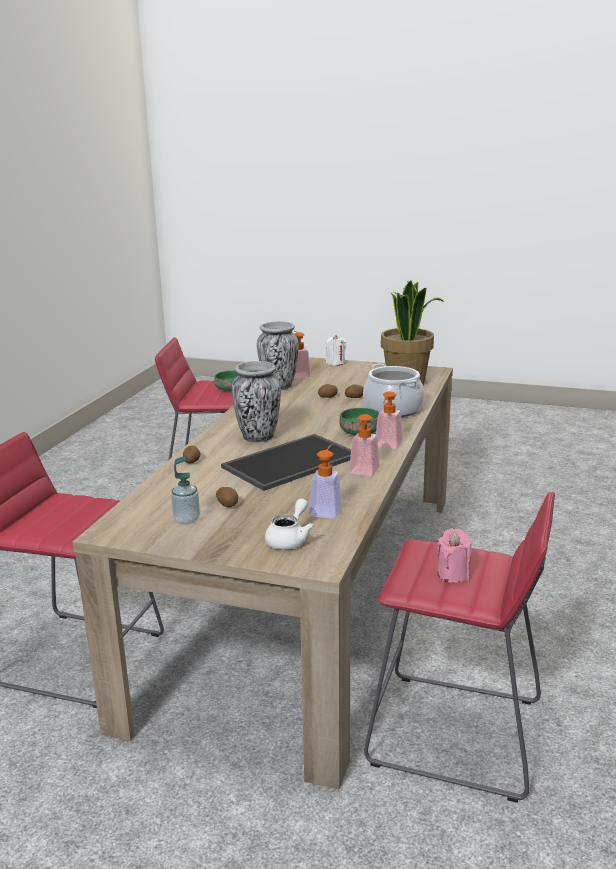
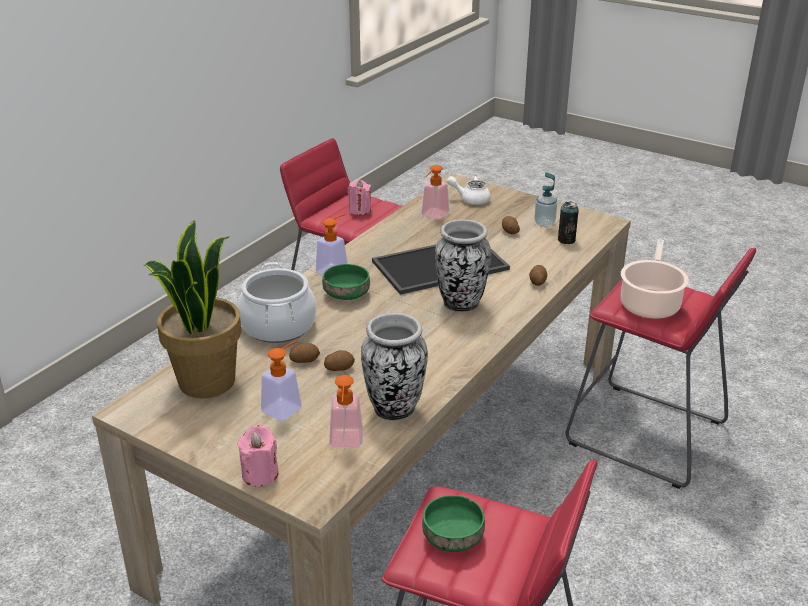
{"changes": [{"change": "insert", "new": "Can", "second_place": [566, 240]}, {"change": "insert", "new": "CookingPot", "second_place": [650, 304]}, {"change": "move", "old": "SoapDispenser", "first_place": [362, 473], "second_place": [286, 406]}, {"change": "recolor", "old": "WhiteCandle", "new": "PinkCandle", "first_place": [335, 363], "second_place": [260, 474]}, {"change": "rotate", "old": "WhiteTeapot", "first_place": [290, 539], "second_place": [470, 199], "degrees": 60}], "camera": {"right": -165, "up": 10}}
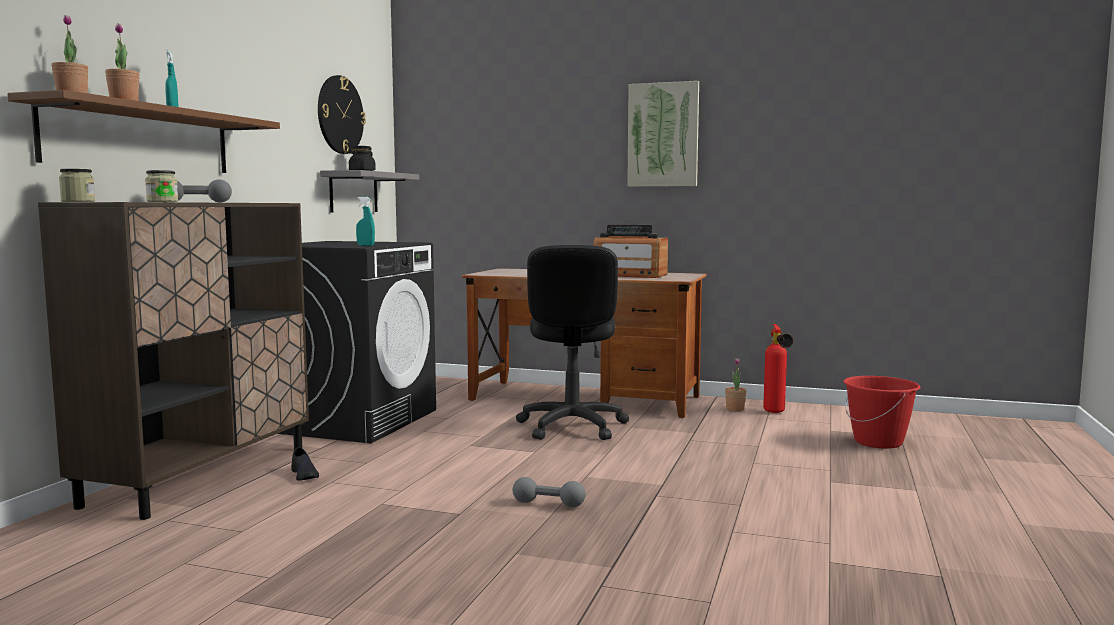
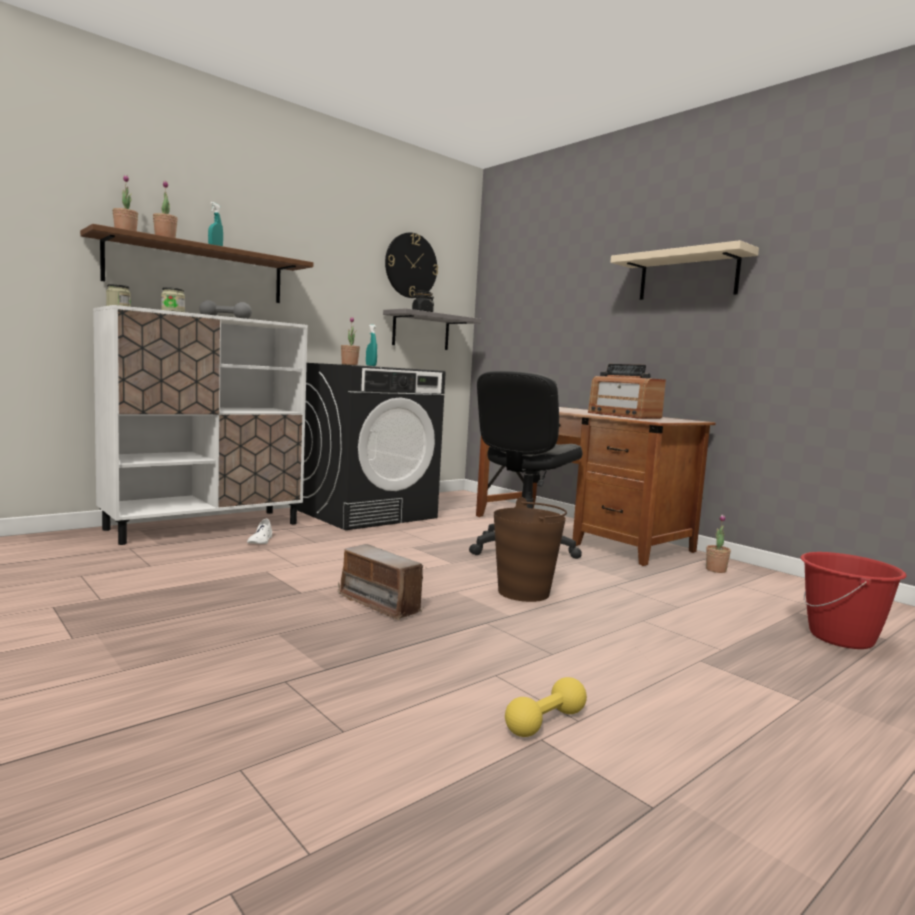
{"changes": [{"change": "delete", "old": "FireExtinguisher", "first_place": [776, 413]}, {"change": "insert", "new": "PottedPlant", "second_place": [349, 364]}, {"change": "insert", "new": "BrownBucket", "second_place": [524, 592]}, {"change": "insert", "new": "YellowDumbbell", "second_place": [545, 722]}, {"change": "replace", "old": "GreyDumbbell", "new": "Radio", "first_place": [548, 504], "second_place": [380, 604]}, {"change": "replace", "old": "Picture", "new": "BeigeShelf", "first_place": [663, 135], "second_place": [688, 276]}, {"change": "recolor", "old": "BrownCabinet", "new": "WhiteCabinet", "first_place": [201, 474], "second_place": [205, 526]}, {"change": "recolor", "old": "BlackShoe", "new": "WhiteShoe", "first_place": [304, 475], "second_place": [260, 540]}], "camera": {"right": 30, "up": 0}}
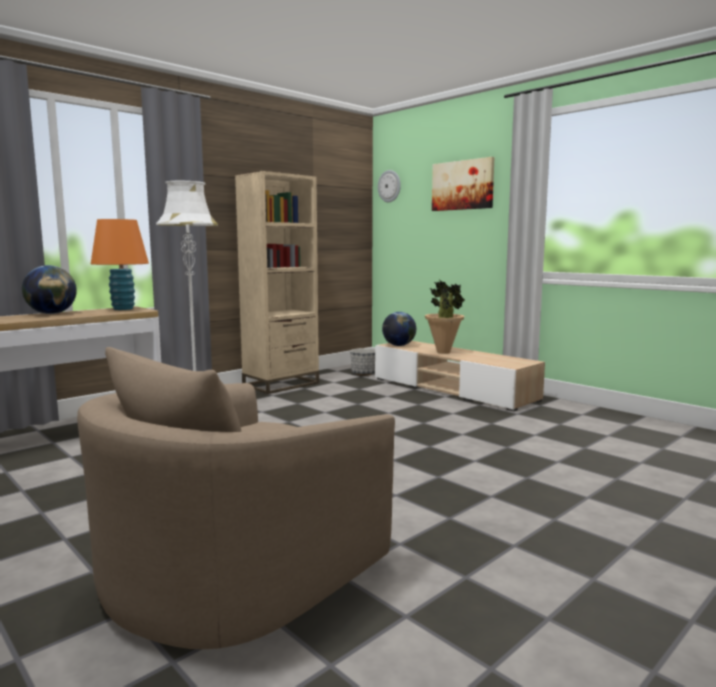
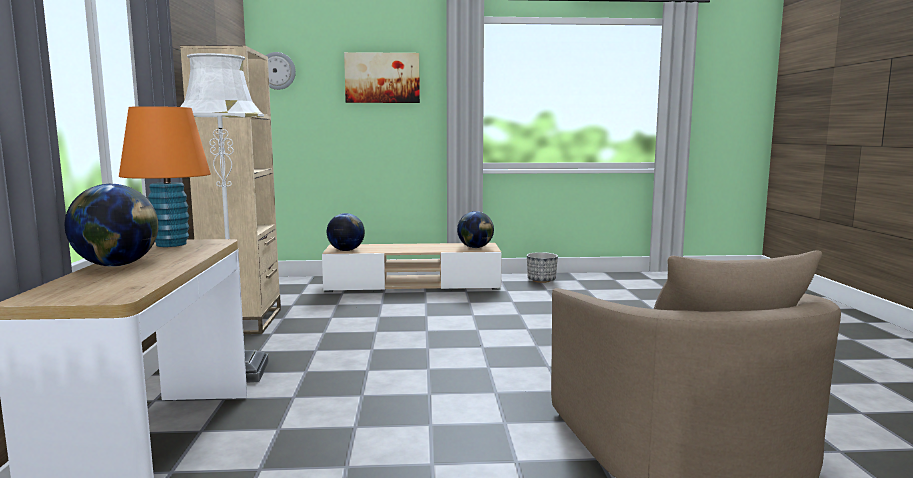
{"changes": [{"change": "delete", "old": "PottedPlant", "first_place": [443, 352]}, {"change": "insert", "new": "Globe", "second_place": [475, 247]}, {"change": "move", "old": "Planter", "first_place": [364, 373], "second_place": [541, 280]}], "camera": {"right": -50, "up": 0}}
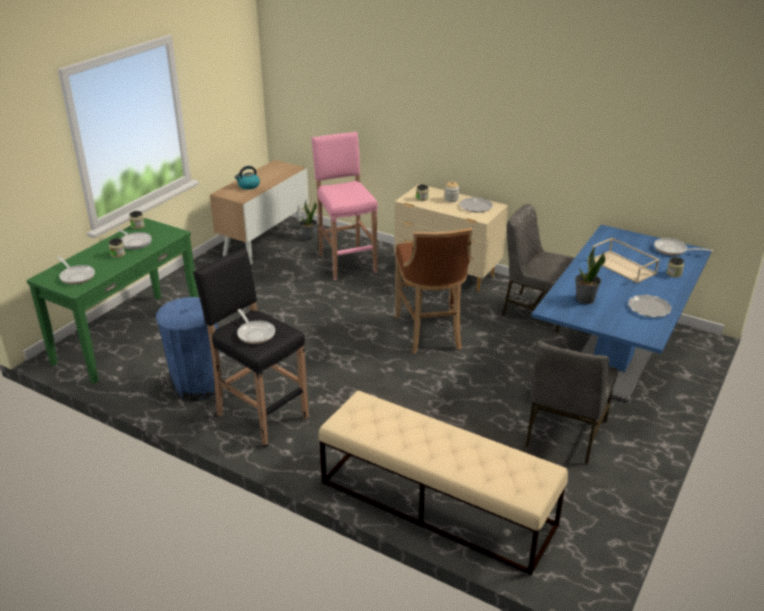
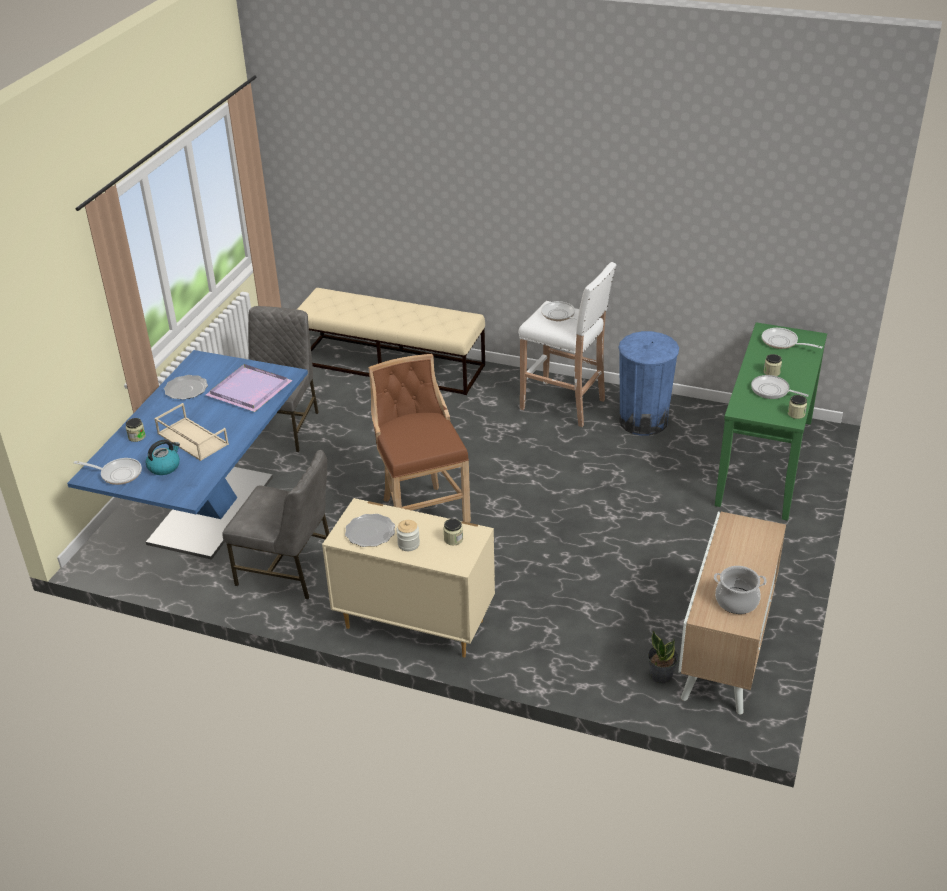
{"changes": [{"change": "delete", "old": "PinkStool", "first_place": [346, 262]}, {"change": "insert", "new": "CookingPot", "second_place": [737, 601]}, {"change": "move", "old": "Kettle", "first_place": [248, 186], "second_place": [164, 466]}, {"change": "replace", "old": "PottedPlant", "new": "PurpleTray", "first_place": [585, 299], "second_place": [249, 391]}, {"change": "recolor", "old": "BlackStool", "new": "WhiteStool", "first_place": [260, 415], "second_place": [564, 405]}], "camera": {"right": 170, "up": 5}}
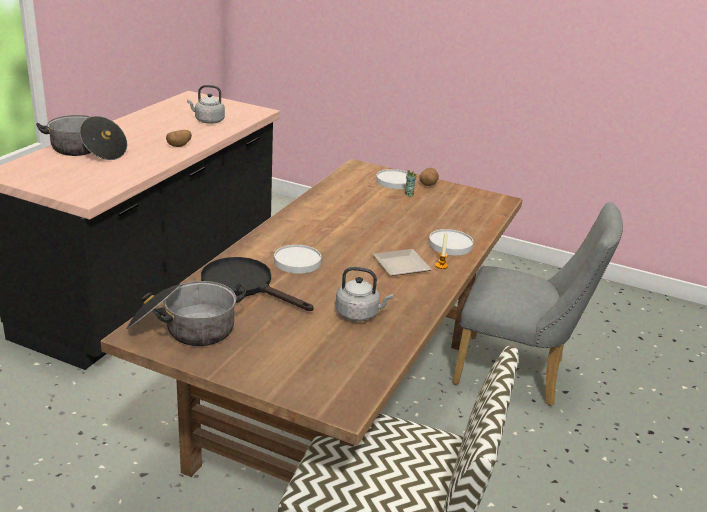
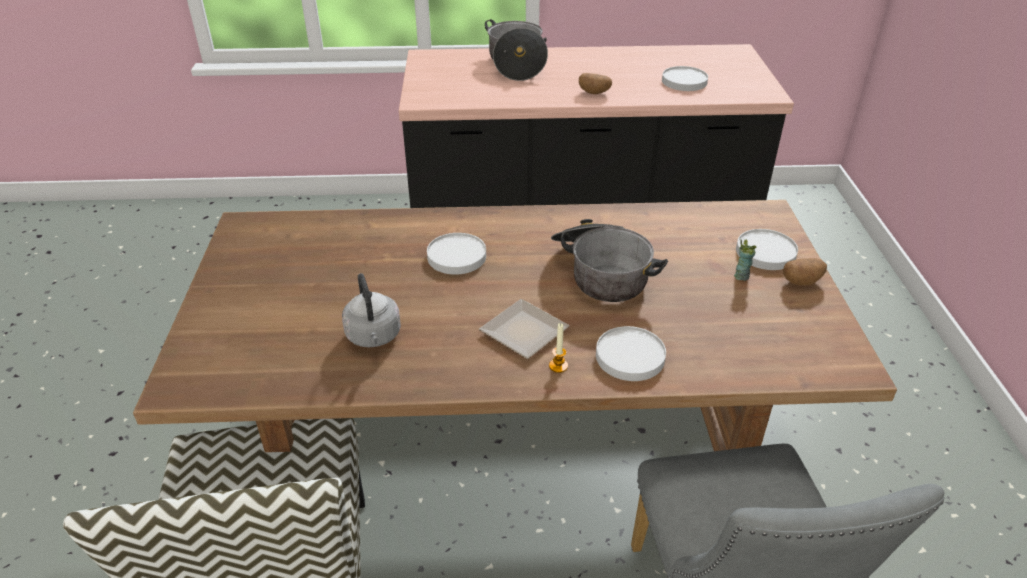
{"changes": [{"change": "delete", "old": "BlackFryingPan", "first_place": [245, 285]}, {"change": "move", "old": "CookingPot", "first_place": [184, 329], "second_place": [601, 273]}, {"change": "replace", "old": "GreyKettle", "new": "WhitePlate", "first_place": [208, 121], "second_place": [684, 81]}], "camera": {"right": 65, "up": 10}}
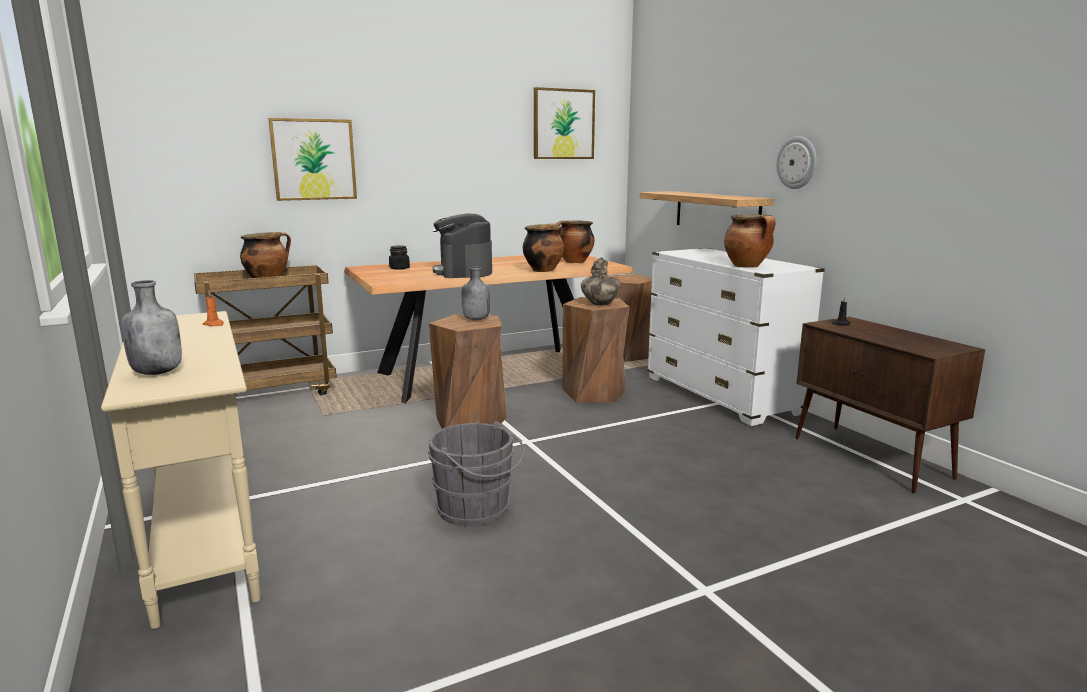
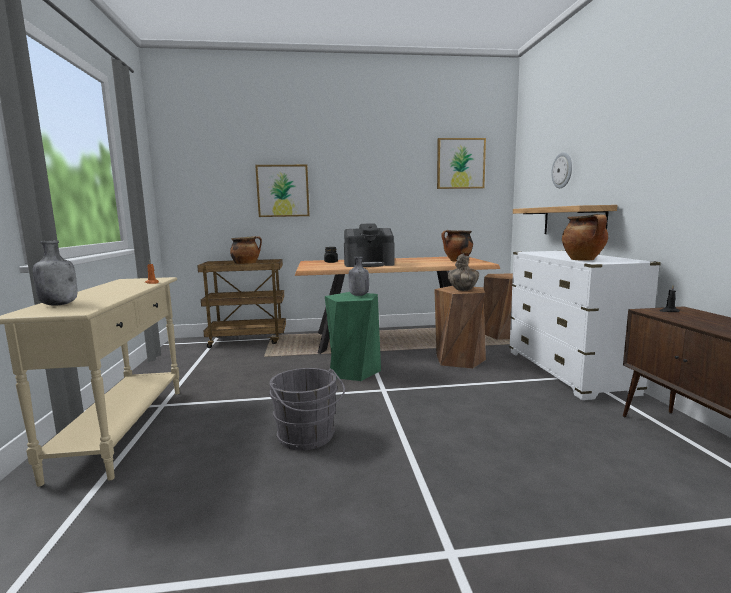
{"changes": [{"change": "delete", "old": "CookingPot", "first_place": [543, 270]}, {"change": "move", "old": "WallClock", "first_place": [797, 162], "second_place": [562, 170]}, {"change": "recolor", "old": "BrownStool", "new": "GreenStool", "first_place": [470, 422], "second_place": [353, 371]}, {"change": "rotate", "old": "CoffeeMachine", "first_place": [463, 272], "second_place": [369, 264], "degrees": -105}], "camera": {"right": 20, "up": -5}}
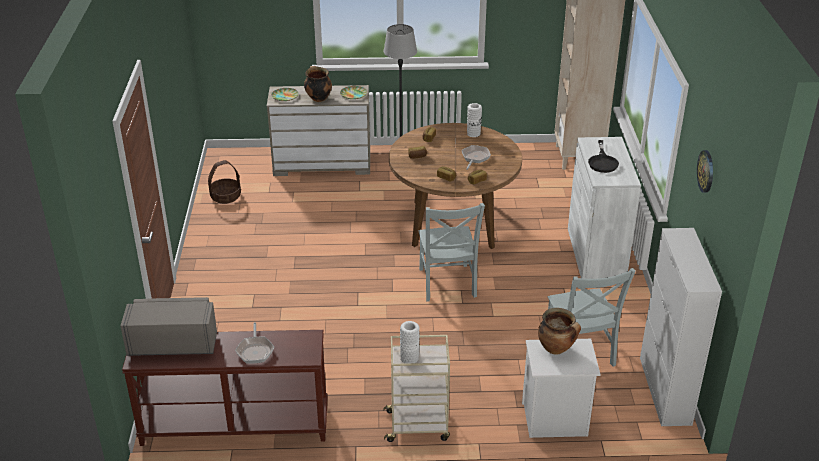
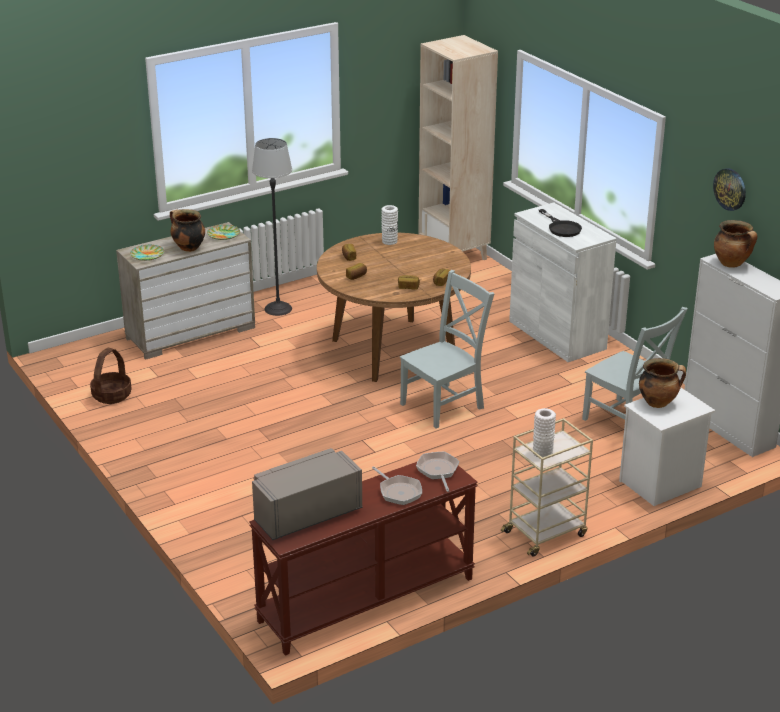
{"changes": [{"change": "insert", "new": "CookingPot", "second_place": [732, 264]}, {"change": "move", "old": "FryingPan", "first_place": [475, 158], "second_place": [438, 471]}, {"change": "rotate", "old": "GreyChair", "first_place": [447, 284], "second_place": [445, 405], "degrees": -90}], "camera": {"right": -30, "up": -5}}
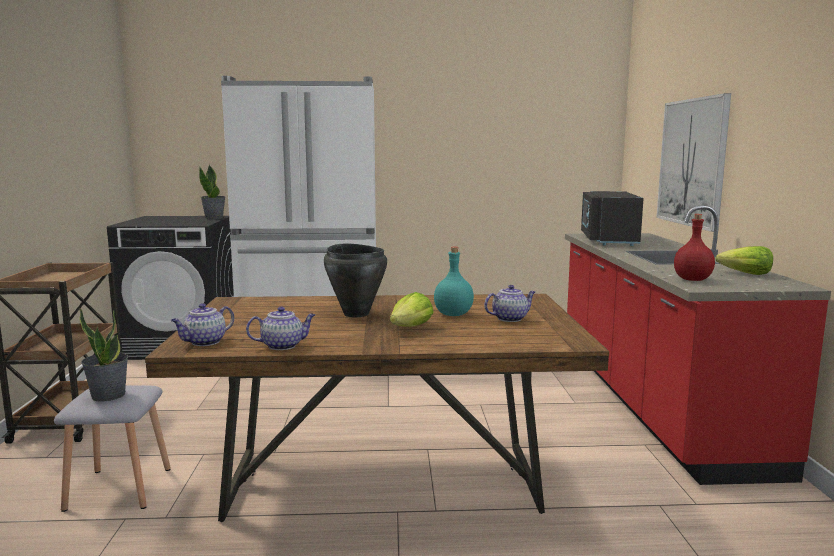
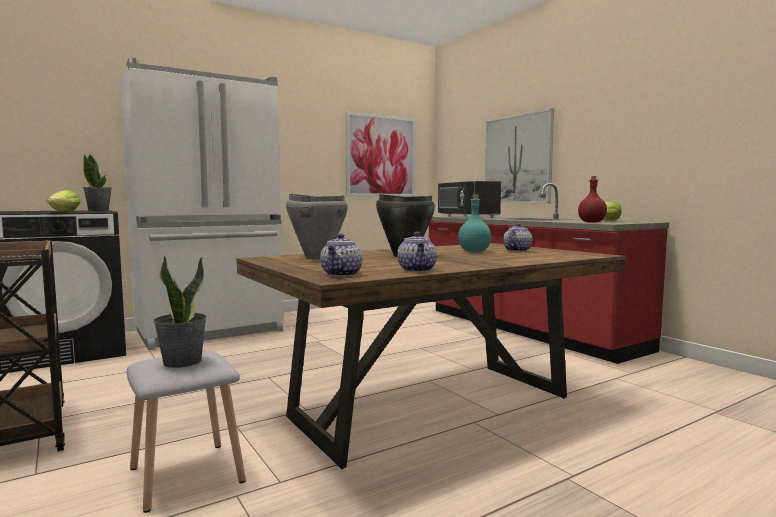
{"changes": [{"change": "insert", "new": "GreyCookingPot", "second_place": [317, 258]}, {"change": "insert", "new": "Picture", "second_place": [381, 156]}, {"change": "move", "old": "Lettuce", "first_place": [411, 328], "second_place": [64, 211]}, {"change": "rotate", "old": "Teapot", "first_place": [283, 346], "second_place": [417, 270], "degrees": 135}], "camera": {"right": -30, "up": -5}}
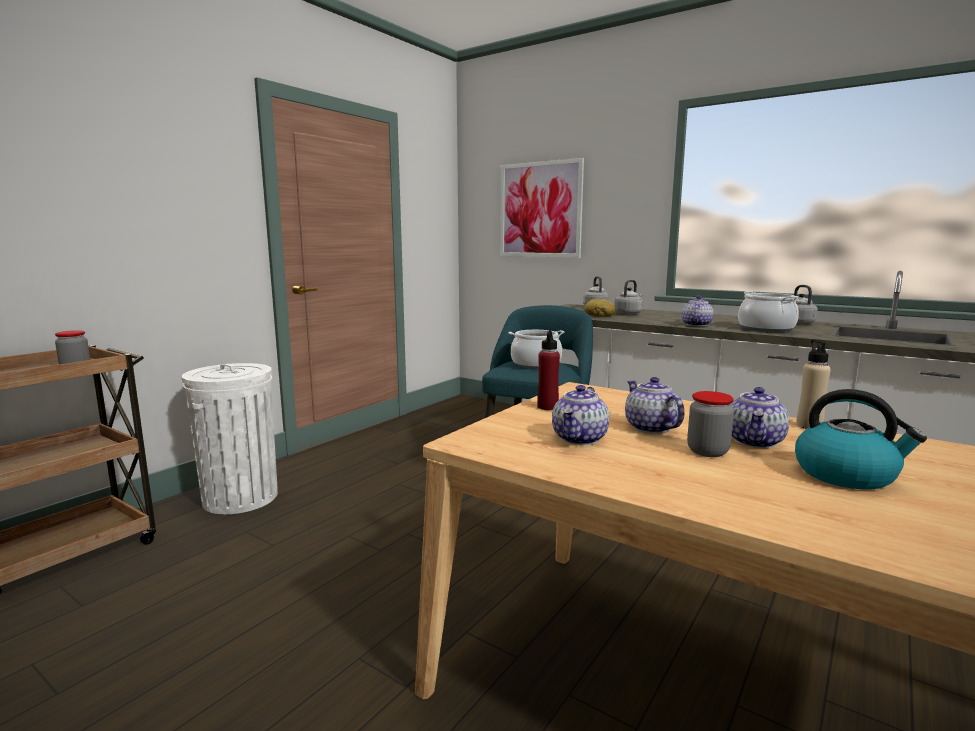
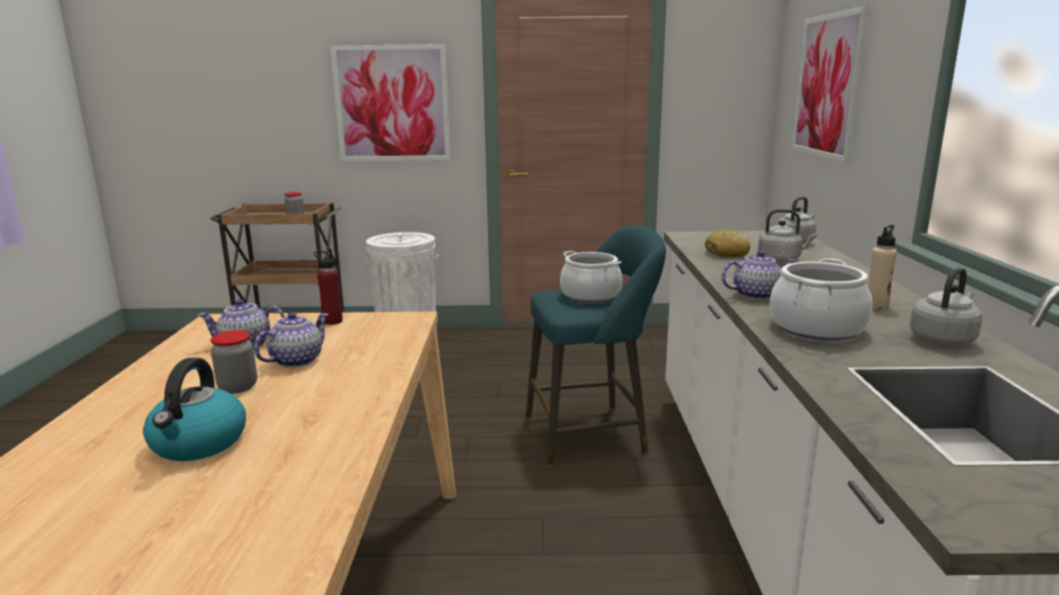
{"changes": [{"change": "delete", "old": "Teapot", "first_place": [755, 441]}, {"change": "insert", "new": "Picture", "second_place": [392, 104]}, {"change": "move", "old": "BeigeBottle", "first_place": [809, 426], "second_place": [876, 305]}], "camera": {"right": 55, "up": 5}}
